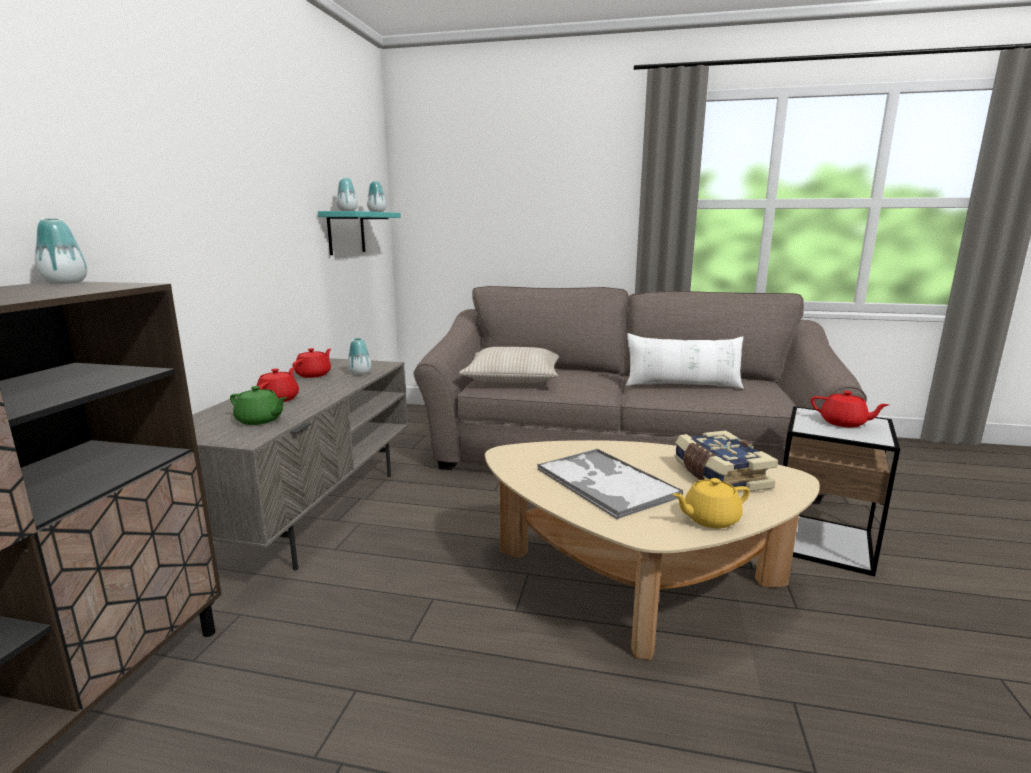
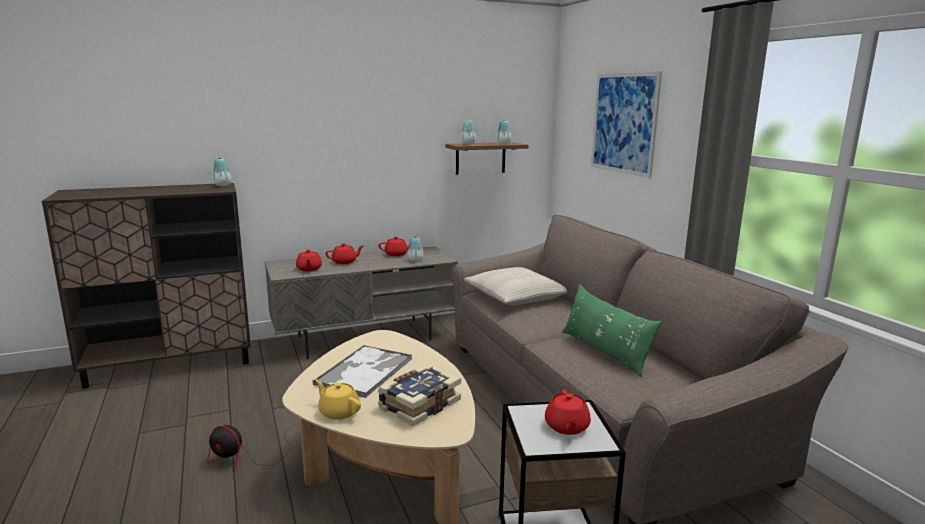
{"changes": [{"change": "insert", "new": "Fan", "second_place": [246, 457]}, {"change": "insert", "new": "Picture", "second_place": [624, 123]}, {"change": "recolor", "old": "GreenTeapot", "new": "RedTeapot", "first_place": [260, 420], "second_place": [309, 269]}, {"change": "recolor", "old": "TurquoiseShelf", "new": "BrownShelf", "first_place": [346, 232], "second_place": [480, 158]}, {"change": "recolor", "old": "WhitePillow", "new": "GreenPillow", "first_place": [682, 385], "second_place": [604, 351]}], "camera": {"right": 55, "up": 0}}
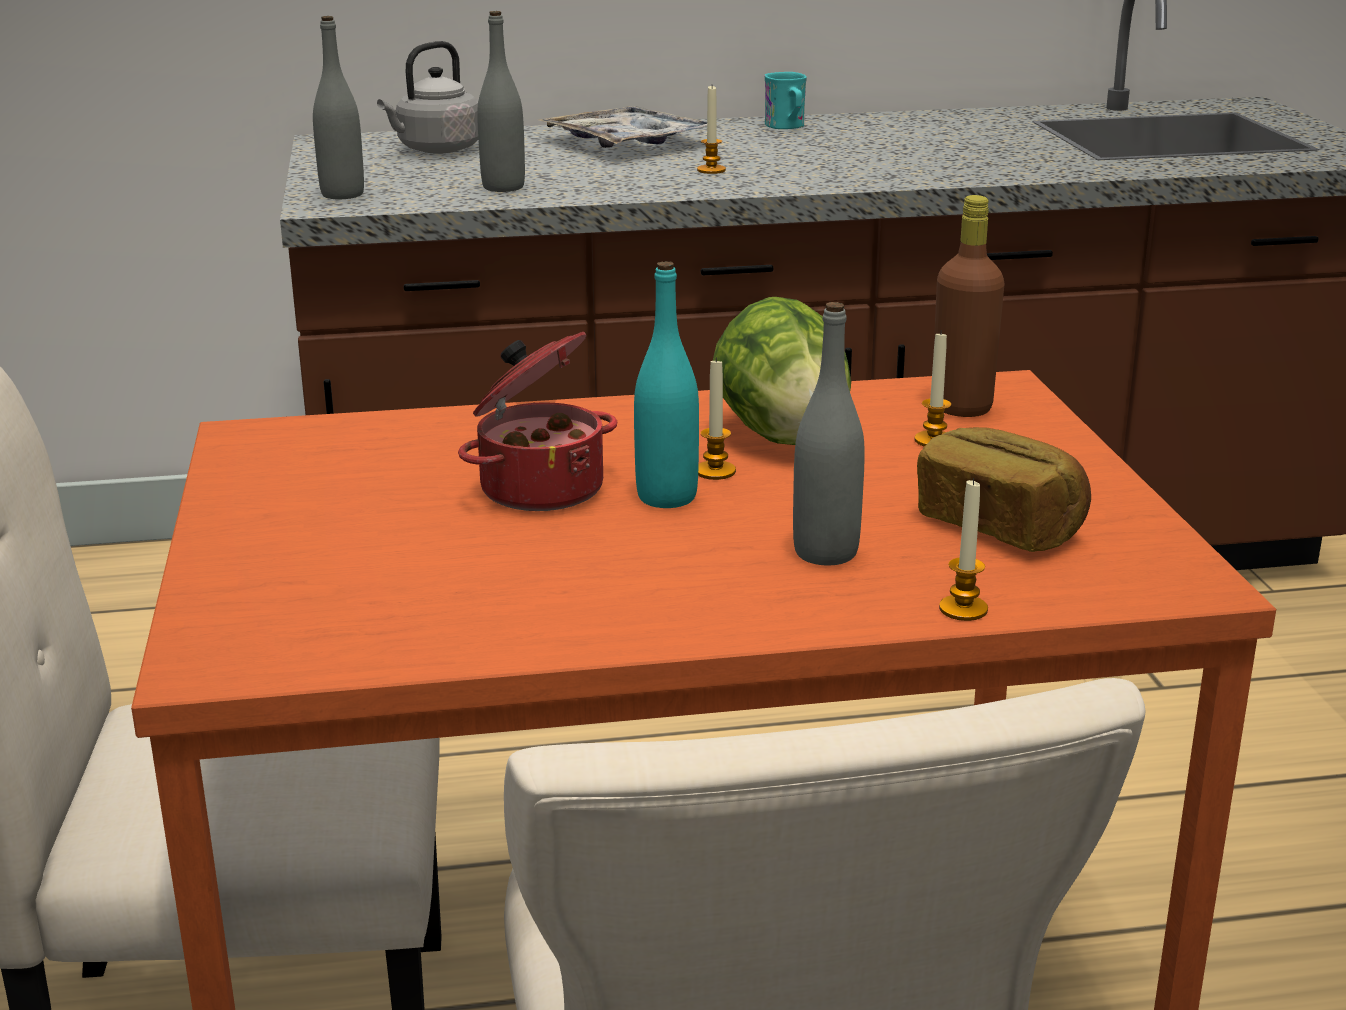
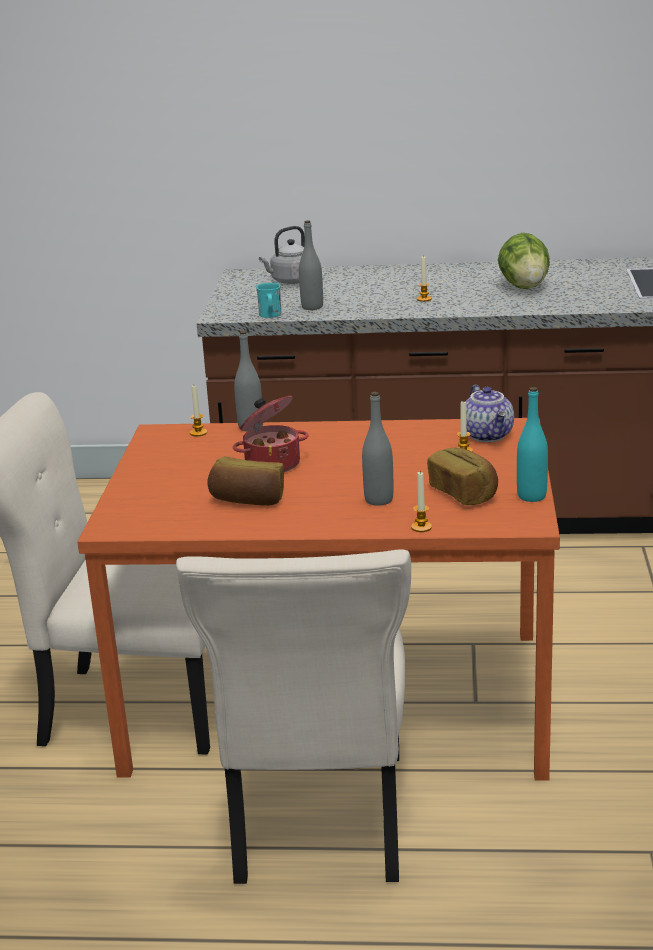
{"changes": [{"change": "delete", "old": "Tray", "first_place": [627, 143]}, {"change": "insert", "new": "Bread", "second_place": [248, 500]}, {"change": "move", "old": "GreyBottle", "first_place": [342, 194], "second_place": [250, 427]}, {"change": "move", "old": "TurquoiseBottle", "first_place": [667, 497], "second_place": [531, 496]}, {"change": "move", "old": "Candle", "first_place": [715, 471], "second_place": [198, 433]}, {"change": "move", "old": "Lettuce", "first_place": [784, 436], "second_place": [524, 287]}, {"change": "move", "old": "TurquoiseMug", "first_place": [787, 127], "second_place": [270, 315]}, {"change": "replace", "old": "BrownBottle", "new": "Teapot", "first_place": [961, 407], "second_place": [489, 435]}], "camera": {"right": 15, "up": 0}}
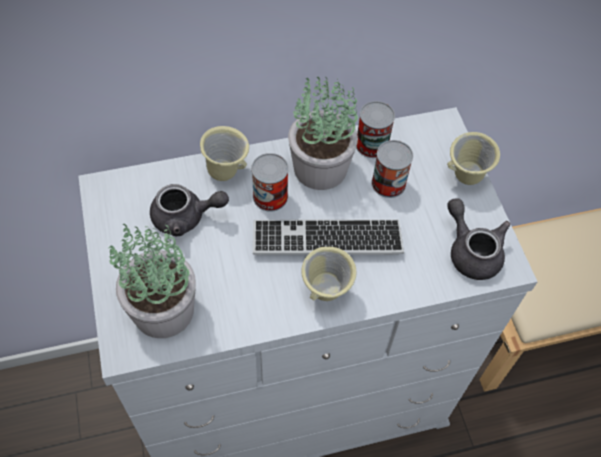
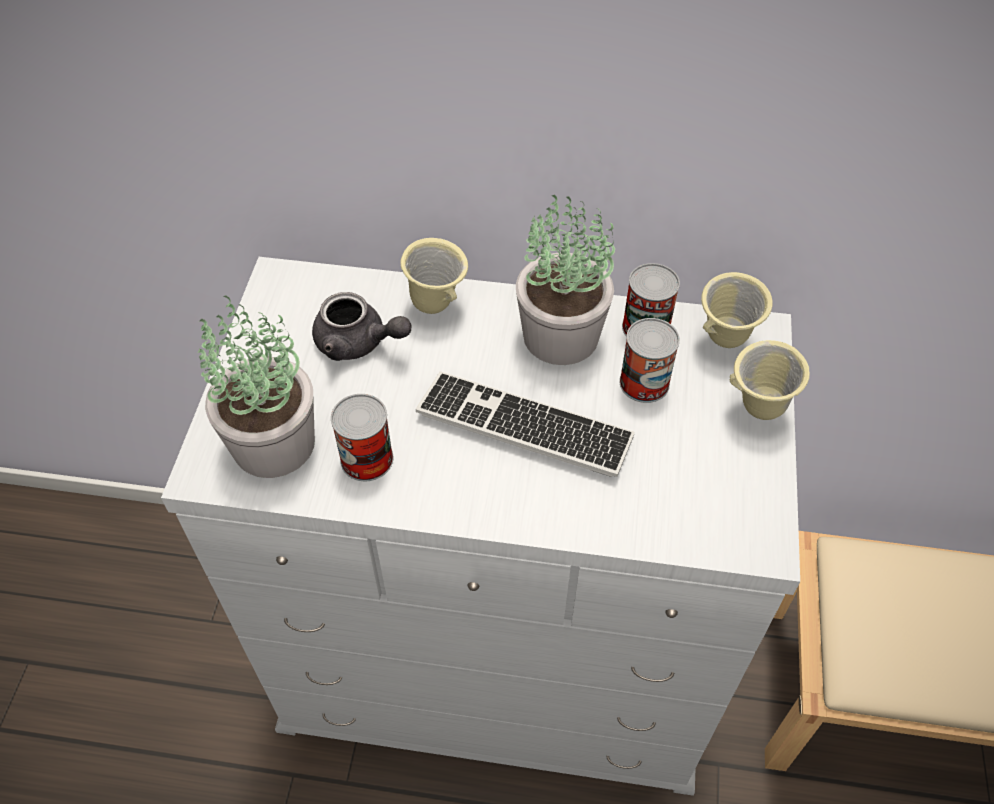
{"changes": [{"change": "delete", "old": "GreyTeapot", "first_place": [471, 251]}, {"change": "move", "old": "Can", "first_place": [270, 196], "second_place": [366, 459]}, {"change": "move", "old": "BeigeMug", "first_place": [326, 294], "second_place": [725, 342]}], "camera": {"right": 25, "up": -5}}
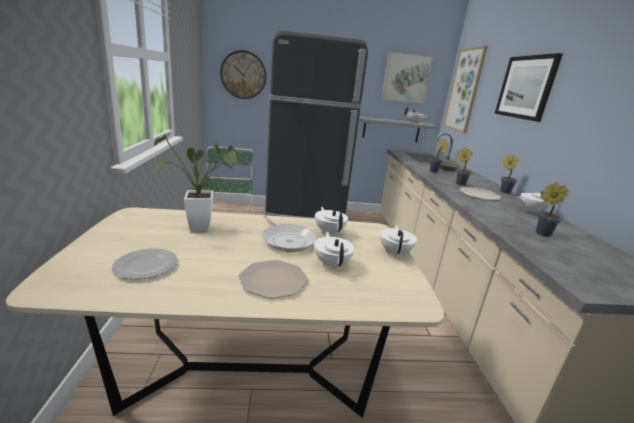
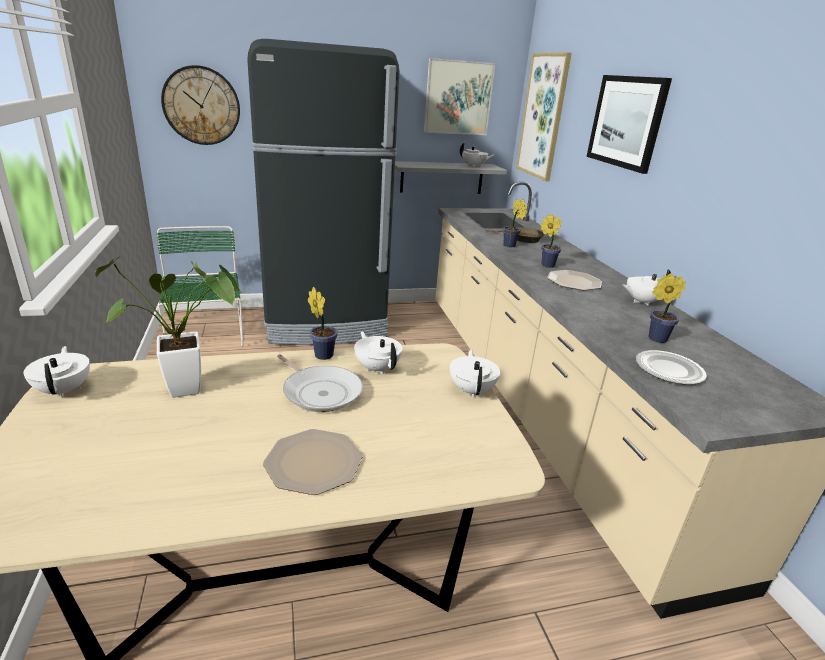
{"changes": [{"change": "move", "old": "Plate", "first_place": [145, 265], "second_place": [668, 370]}, {"change": "move", "old": "WhiteTeapot", "first_place": [332, 263], "second_place": [64, 390]}, {"change": "move", "old": "PottedPlant", "first_place": [503, 191], "second_place": [322, 354]}], "camera": {"right": -10, "up": 5}}
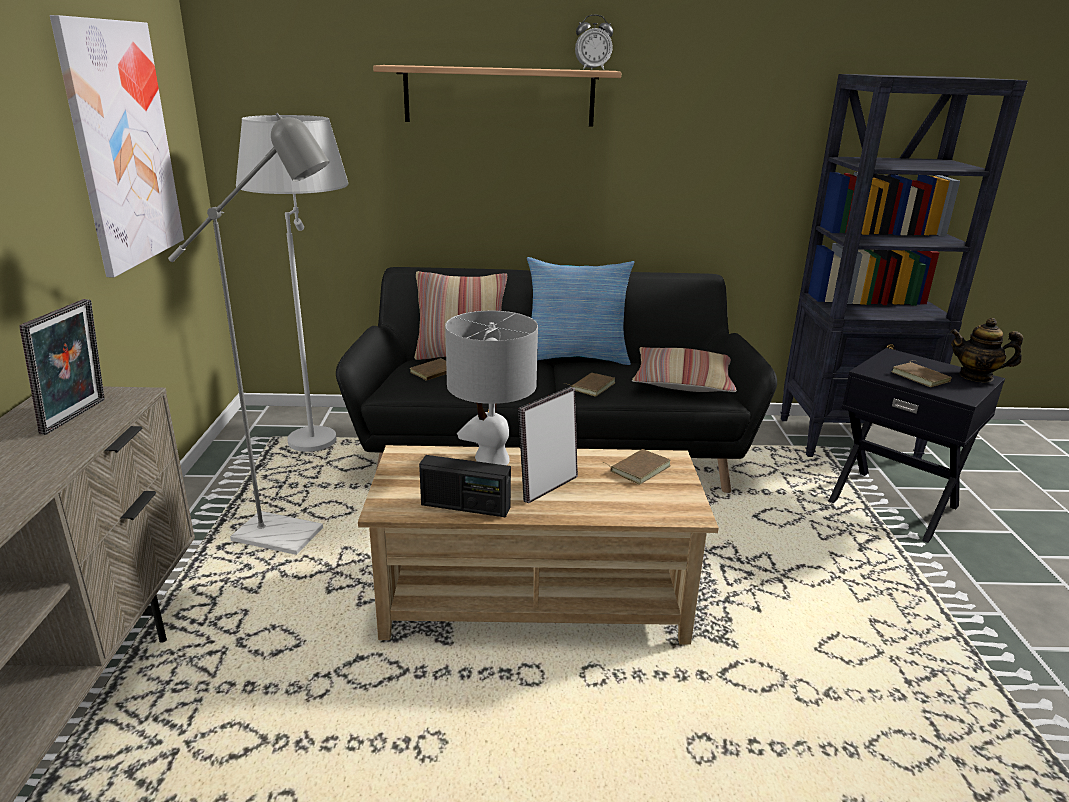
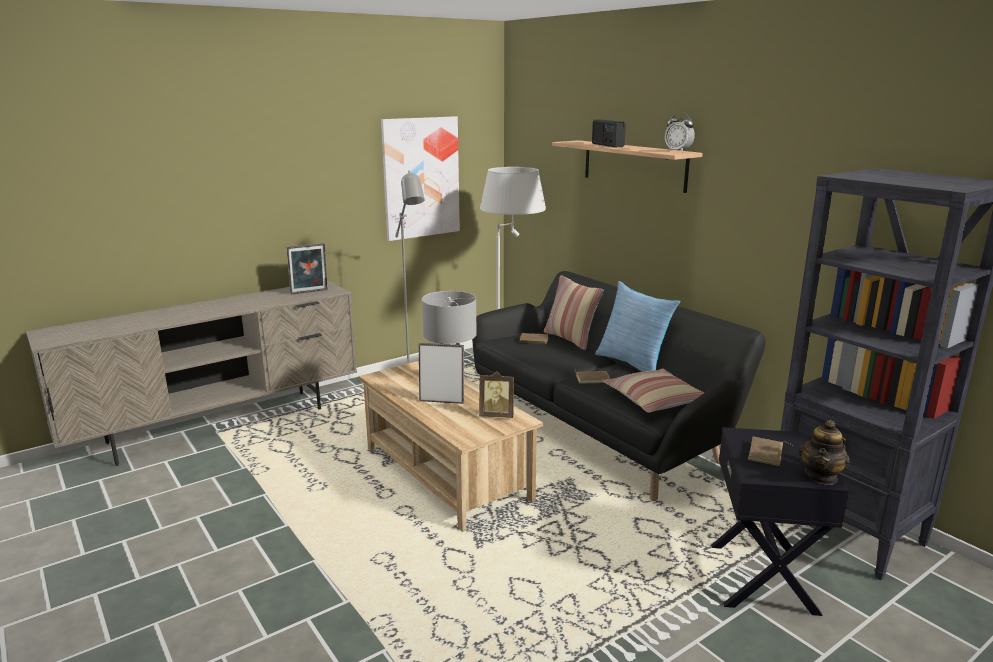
{"changes": [{"change": "move", "old": "Radio", "first_place": [465, 506], "second_place": [607, 145]}, {"change": "replace", "old": "BrownBook", "new": "PictureFrame", "first_place": [639, 468], "second_place": [497, 415]}, {"change": "rotate", "old": "Teapot", "first_place": [976, 376], "second_place": [821, 476], "degrees": -135}], "camera": {"right": 55, "up": -5}}
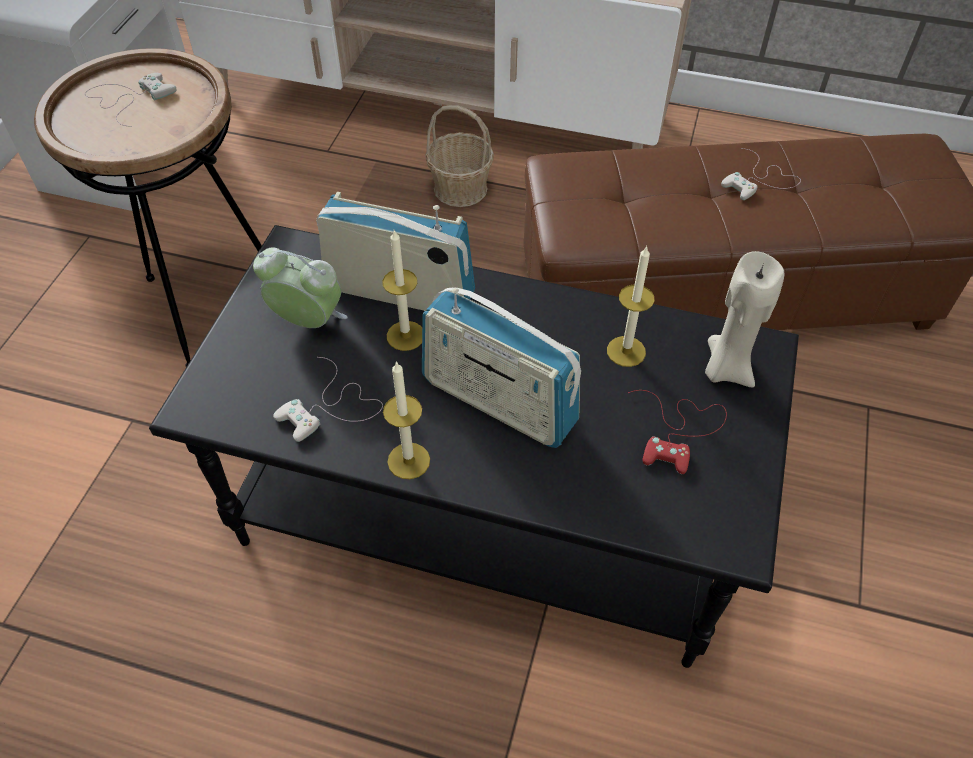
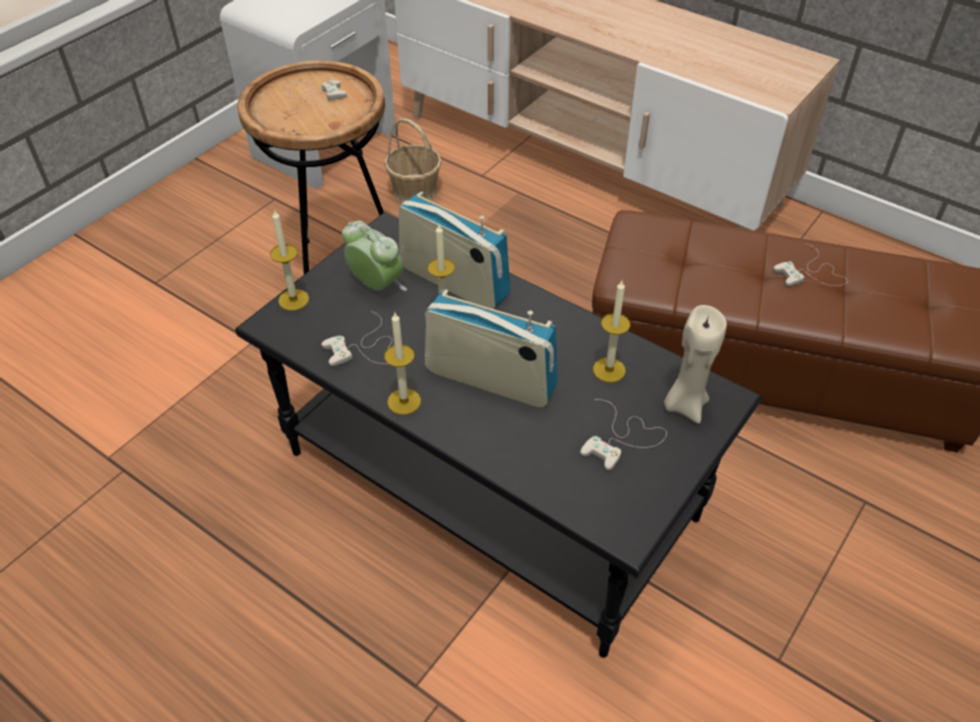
{"changes": [{"change": "insert", "new": "Candle", "second_place": [293, 300]}, {"change": "move", "old": "Basket", "first_place": [460, 188], "second_place": [415, 190]}, {"change": "recolor", "old": "RedGameController", "new": "WhiteGameController", "first_place": [679, 430], "second_place": [622, 439]}, {"change": "rotate", "old": "Radio", "first_place": [498, 402], "second_place": [490, 379], "degrees": 150}], "camera": {"right": 20, "up": -5}}
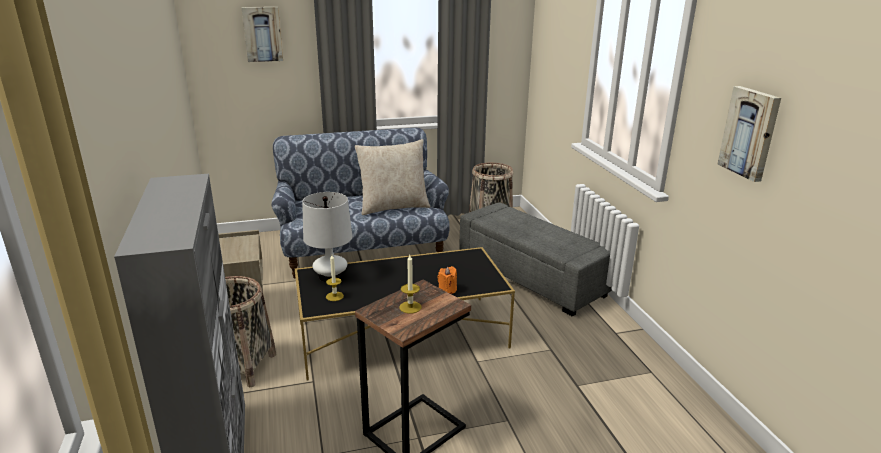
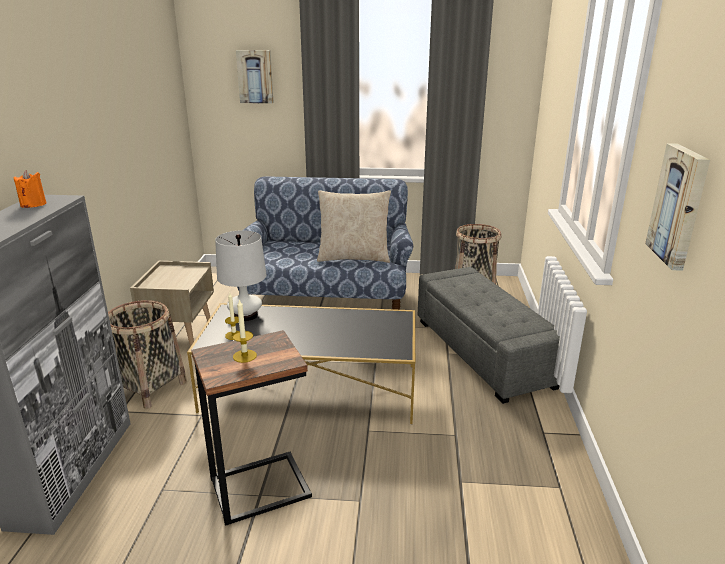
{"changes": [{"change": "move", "old": "OrangeCandle", "first_place": [447, 290], "second_place": [33, 204]}], "camera": {"right": 20, "up": 0}}
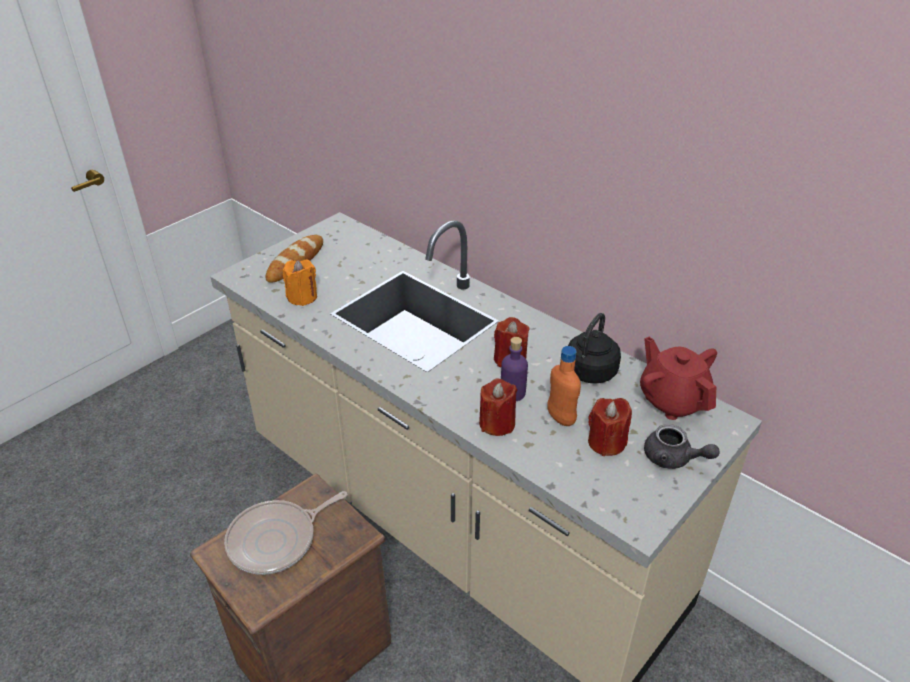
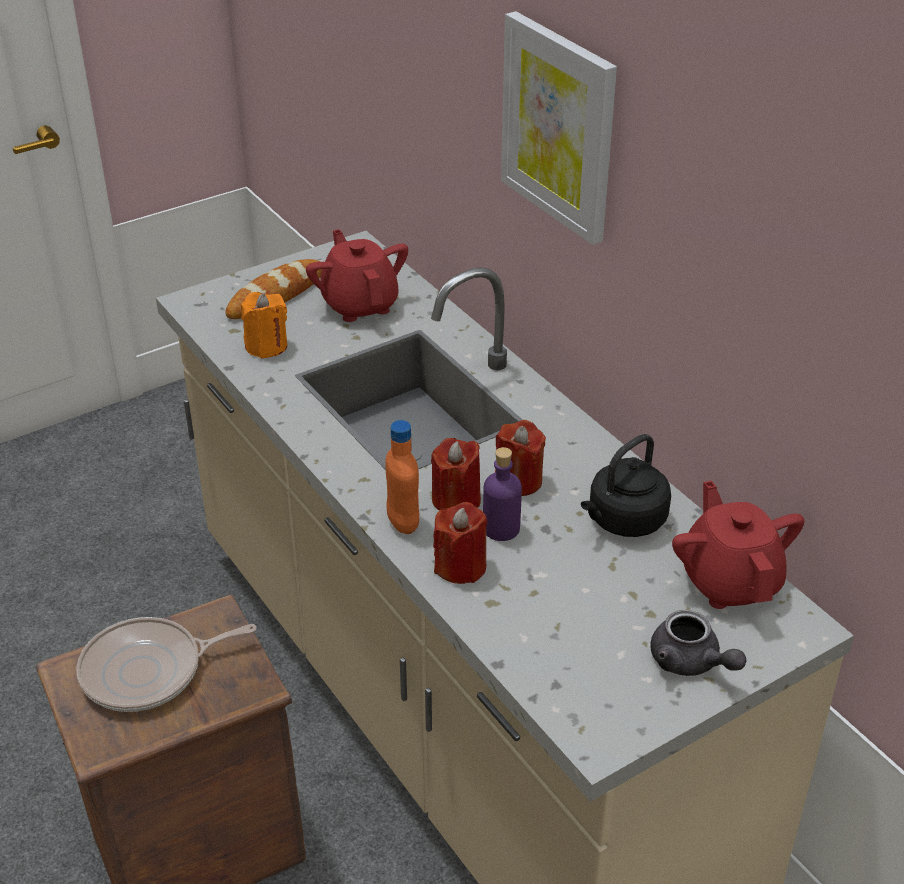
{"changes": [{"change": "insert", "new": "RedTeapot", "second_place": [360, 305]}, {"change": "insert", "new": "Picture", "second_place": [559, 126]}, {"change": "move", "old": "OrangeBottle", "first_place": [560, 418], "second_place": [403, 522]}, {"change": "move", "old": "RedCandle", "first_place": [606, 442], "second_place": [456, 499]}], "camera": {"right": 15, "up": 0}}
